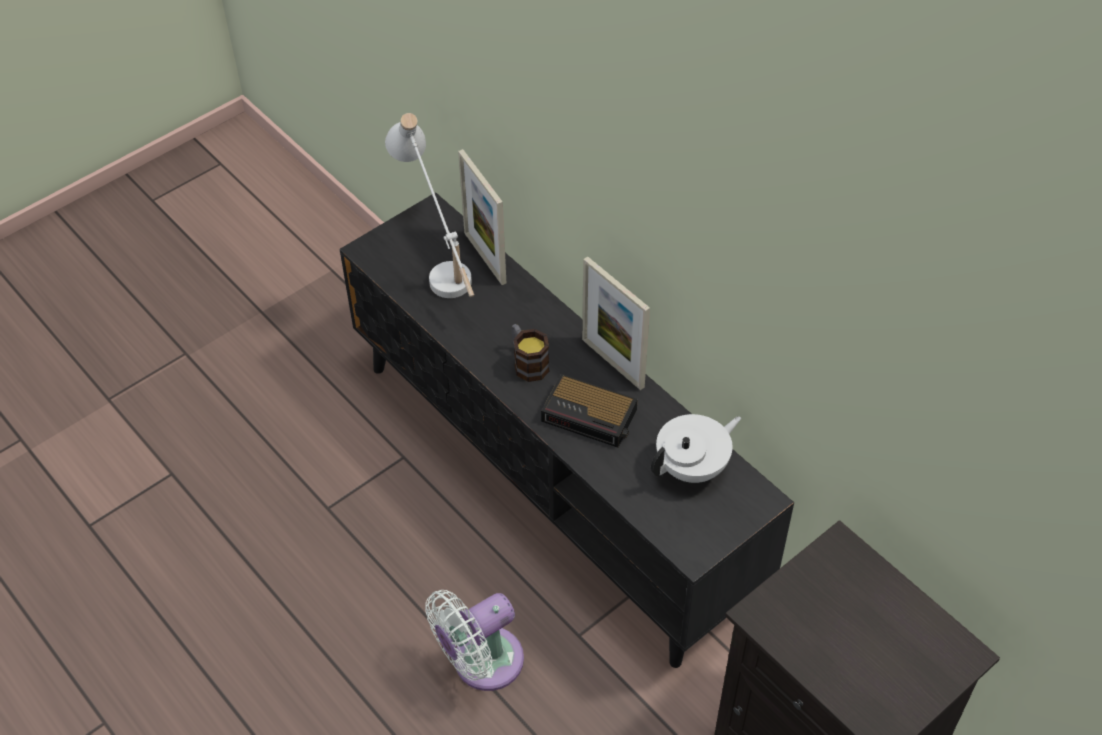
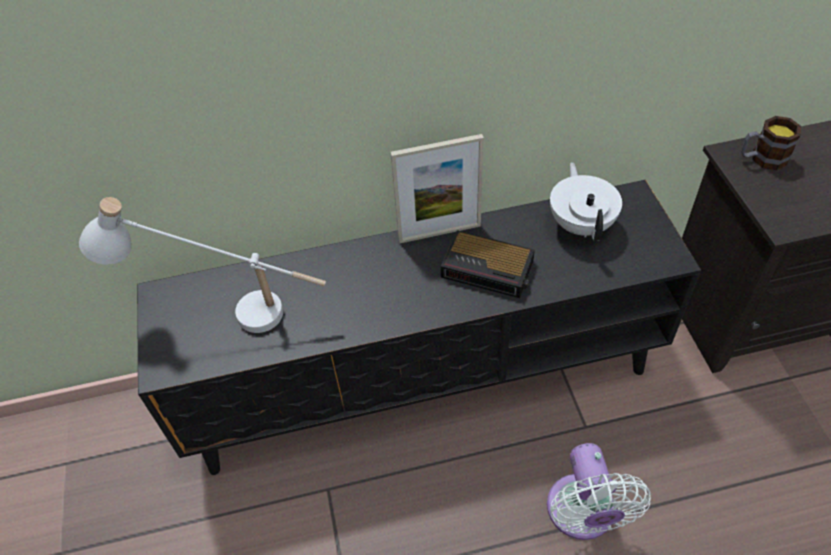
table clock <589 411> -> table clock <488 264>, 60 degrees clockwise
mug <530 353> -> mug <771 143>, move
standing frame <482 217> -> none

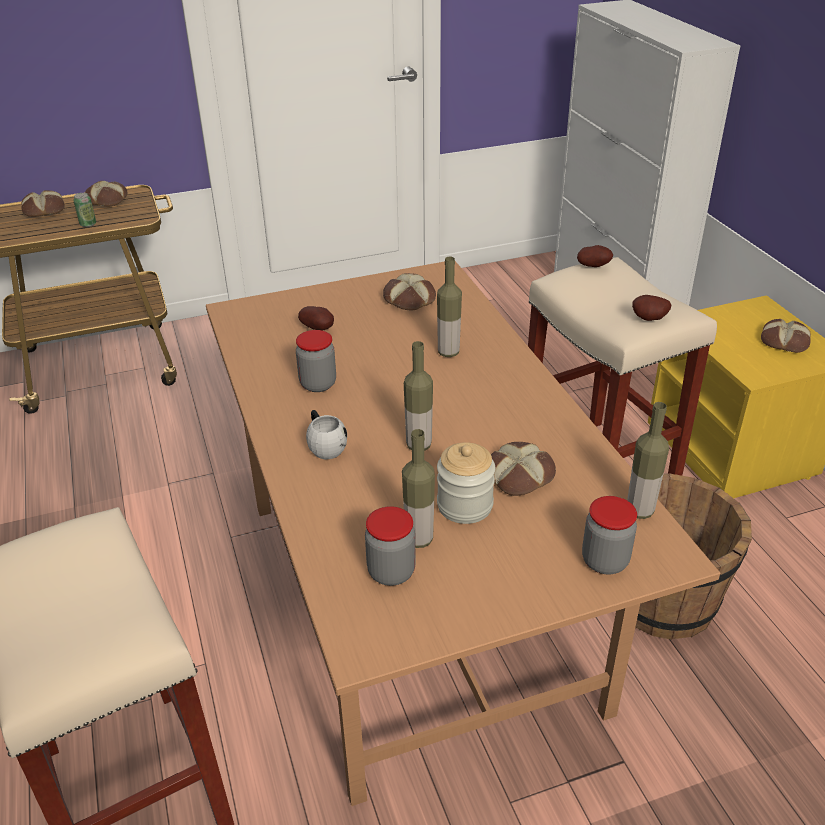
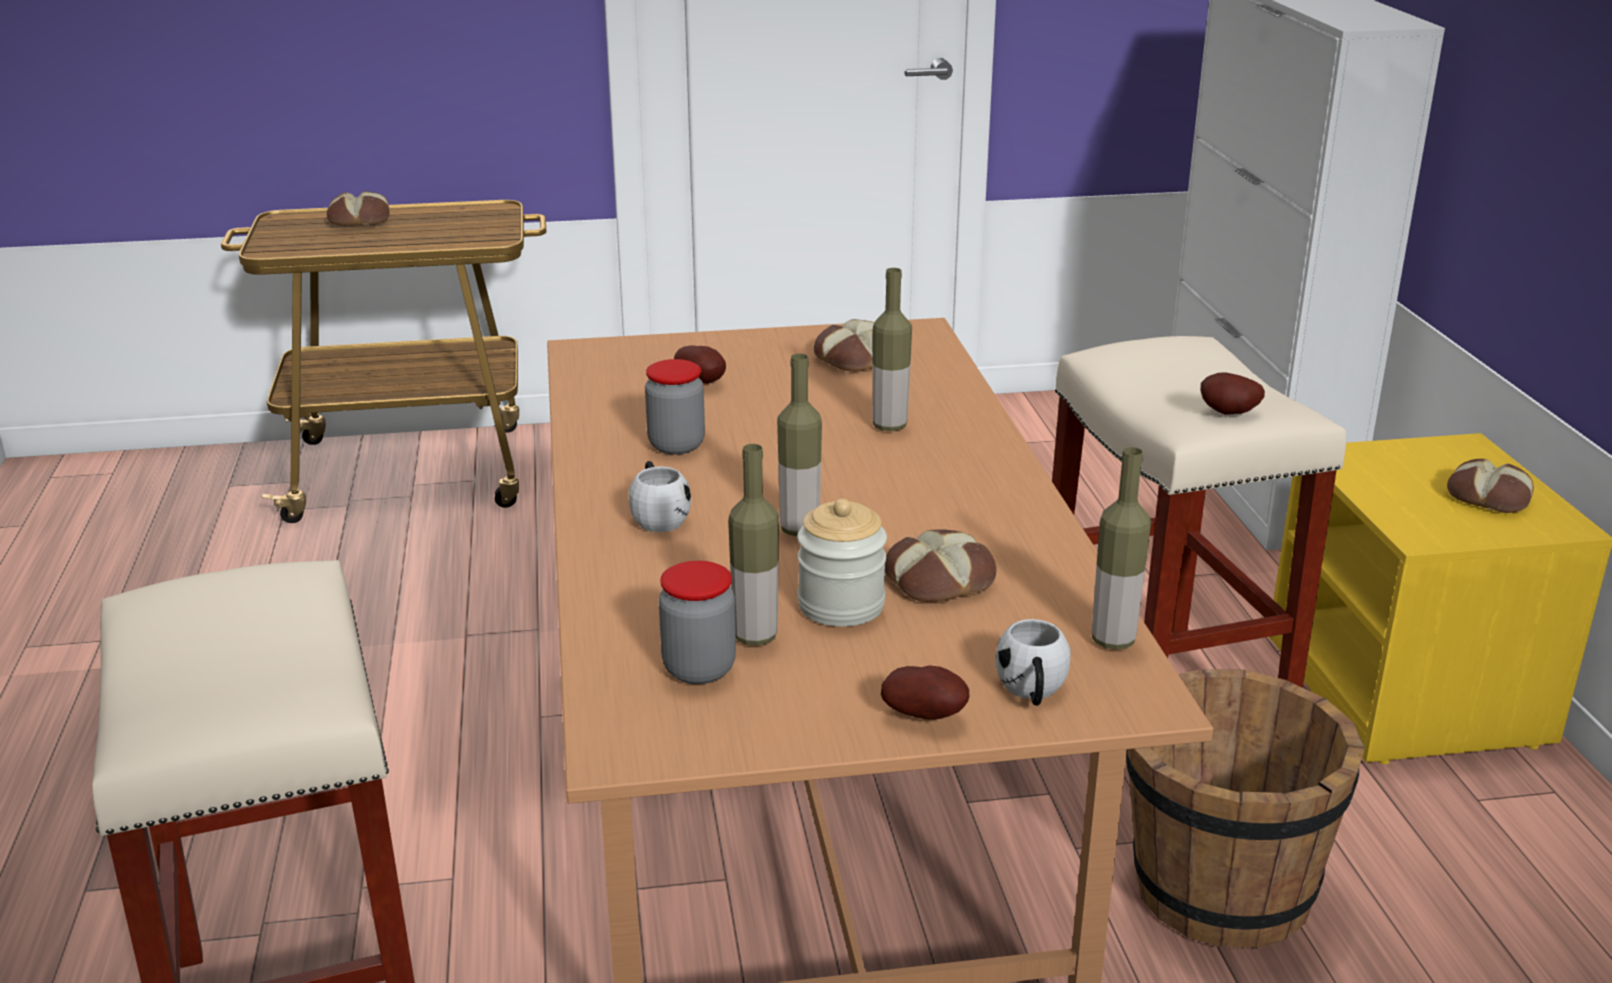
spud <595 256> -> spud <925 692>, move
preserve jar <609 535> -> white-coloured mug <1033 662>
can <84 210> -> none
bread <106 194> -> none

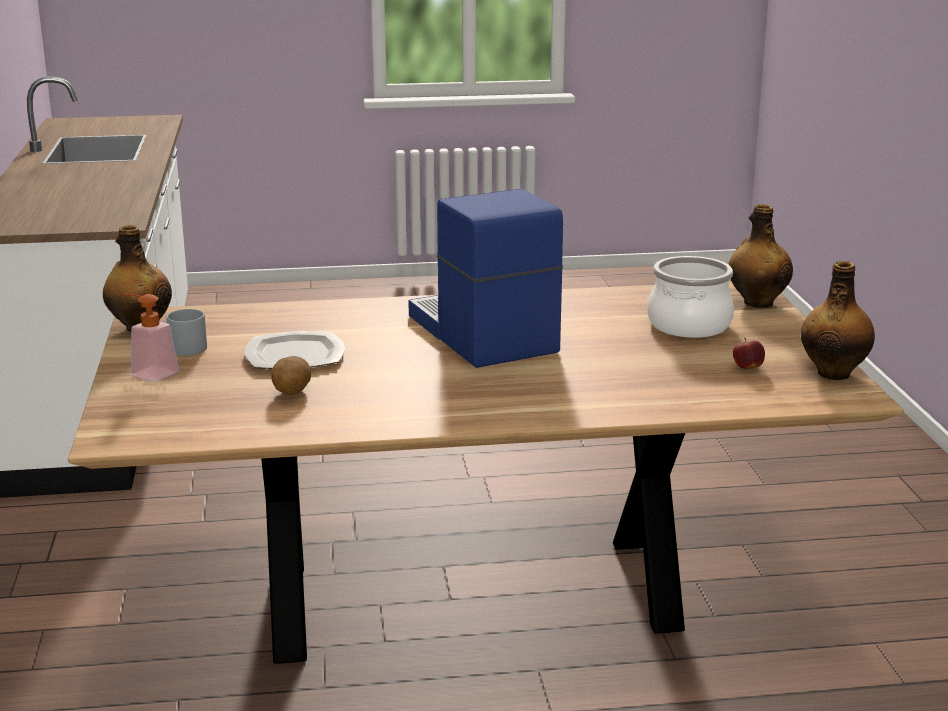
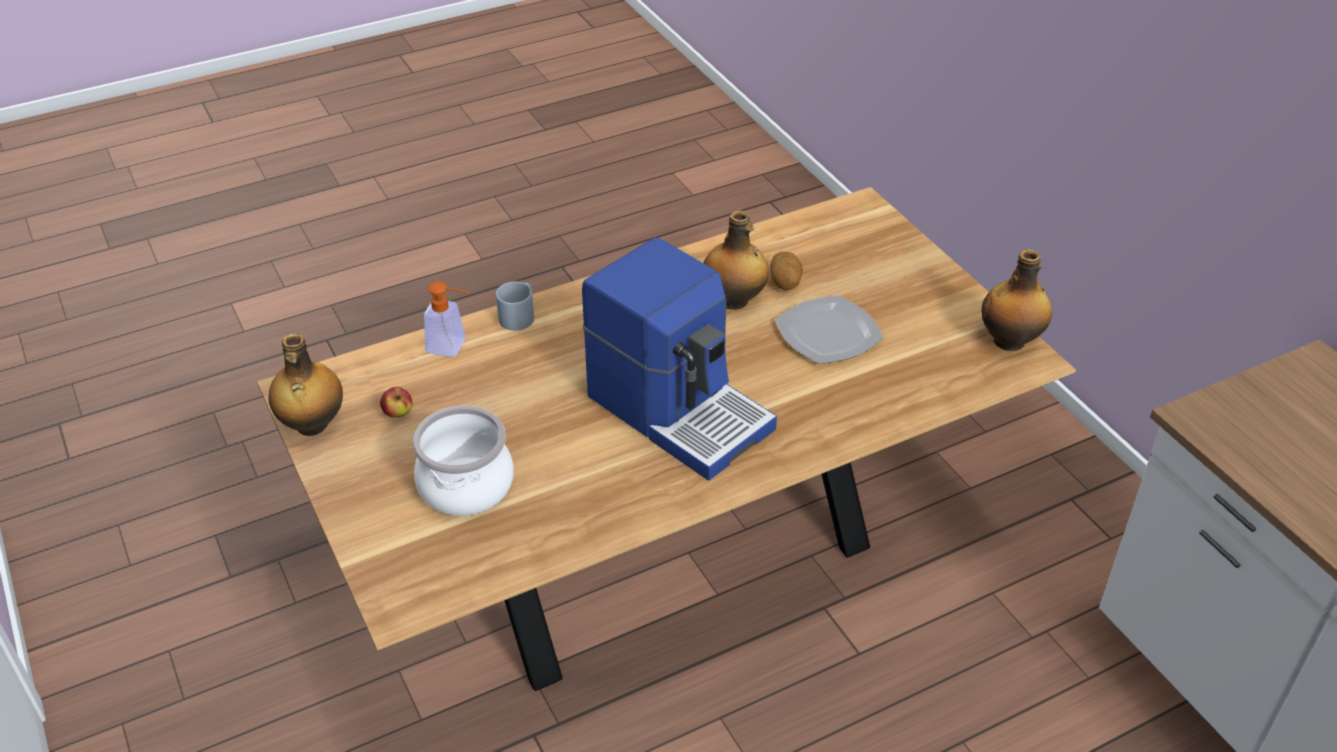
soap bottle <151 337> -> soap bottle <446 319>, move
greyish mug <186 332> -> greyish mug <515 306>, move
beverage bottle <760 256> -> beverage bottle <736 260>, move

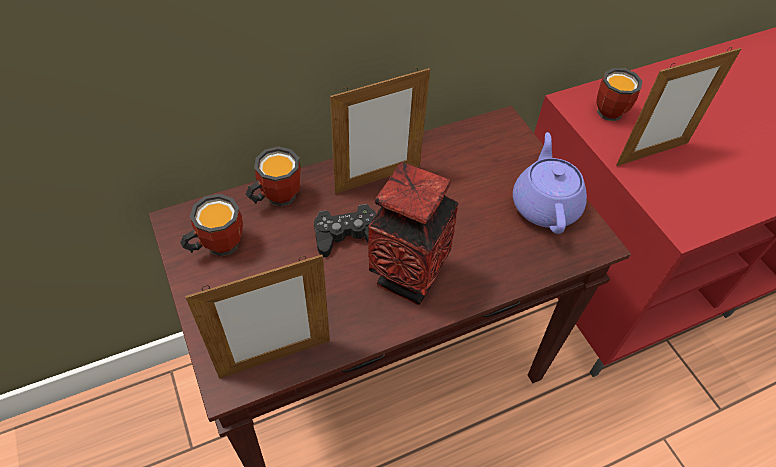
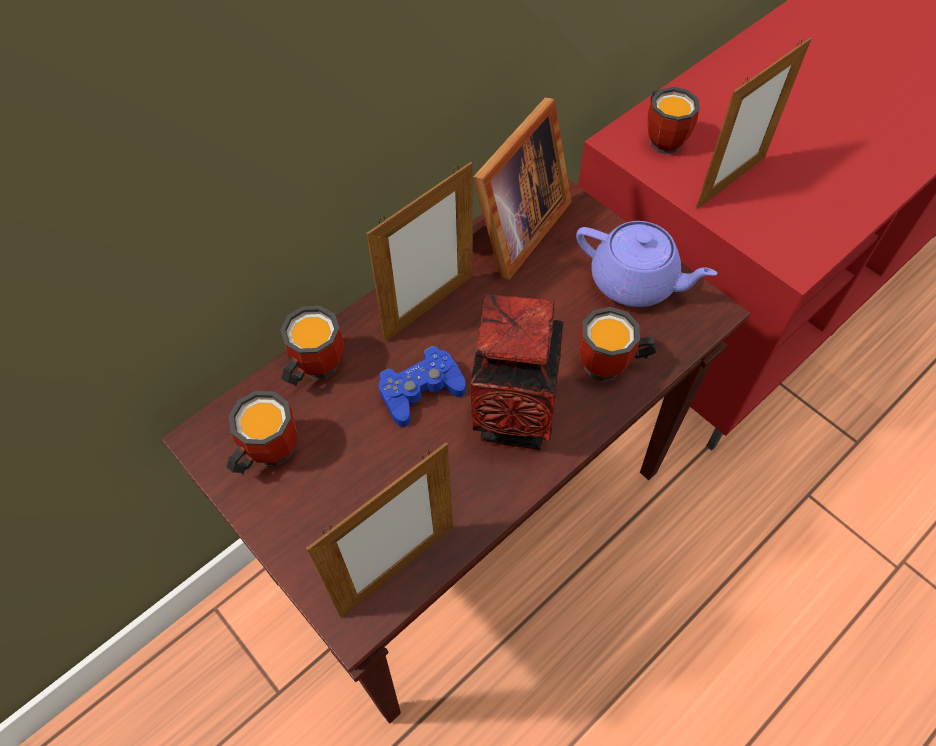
black-coloured game controller <345 230> -> blue game controller <422 386>
none -> standing frame <522 188>
purple-coloured pot for tea <550 183> -> purple-coloured pot for tea <646 264>, 135 degrees clockwise
none -> mug <618 344>

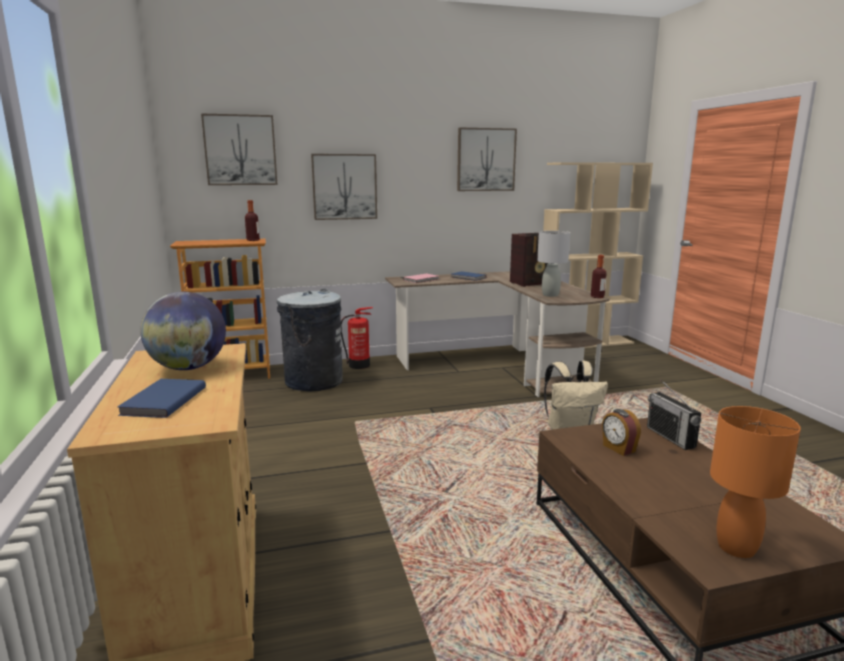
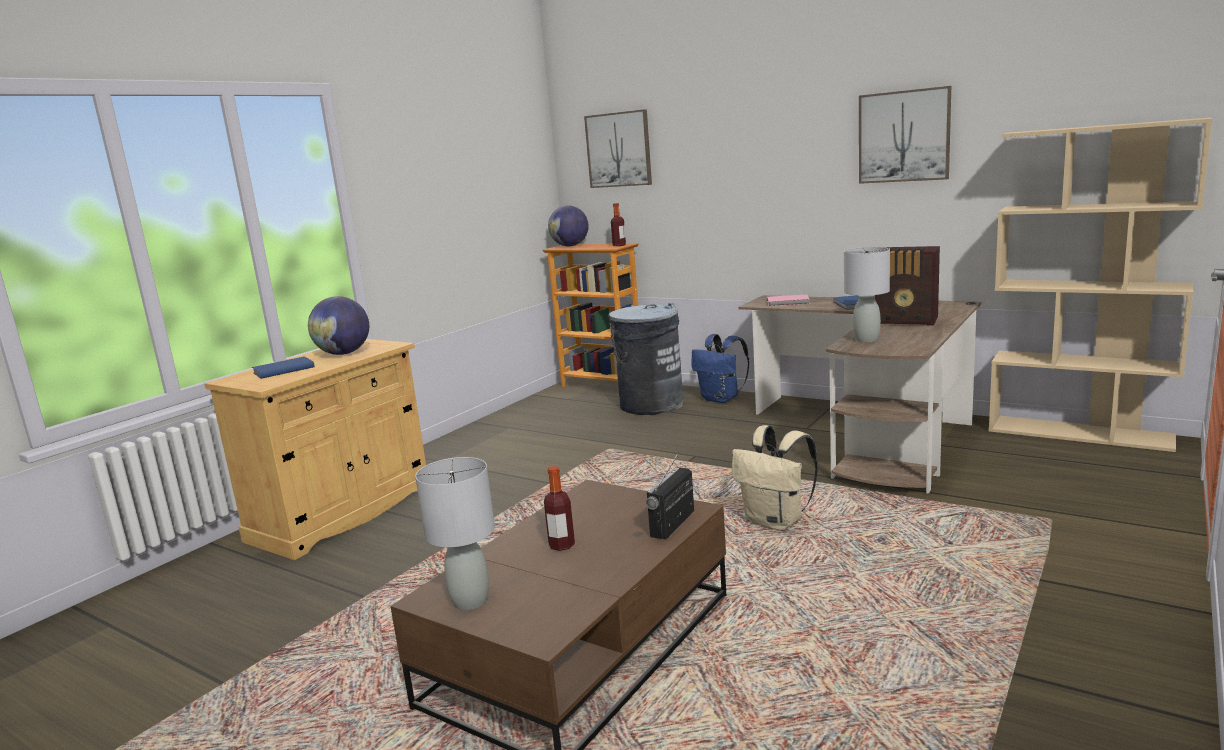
orange tabletop lamp <755 482> -> greyish tabletop lamp <455 533>
beverage bottle <599 276> -> beverage bottle <559 508>, move
none -> world globe <568 225>
fire extinguisher <357 338> -> blue backpack <720 368>
picture <344 187> -> none
table clock <621 432> -> none

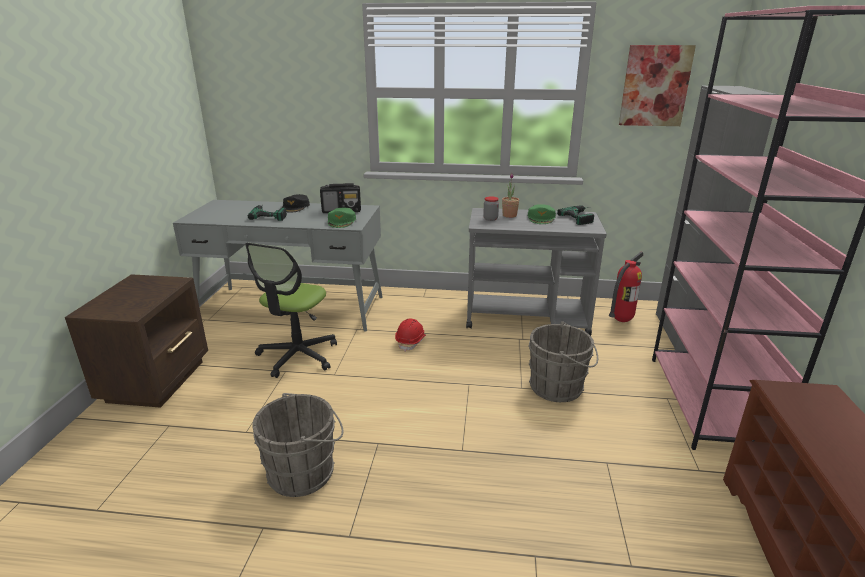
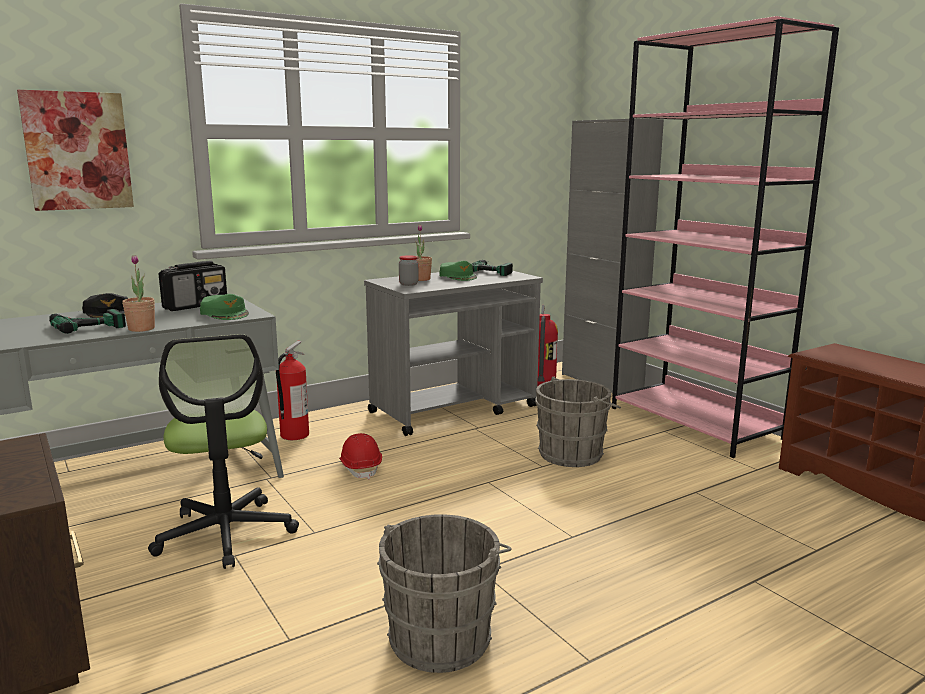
picture <657 85> -> picture <75 150>, move
none -> plant in a pot <138 293>
none -> fire extinguisher <292 390>

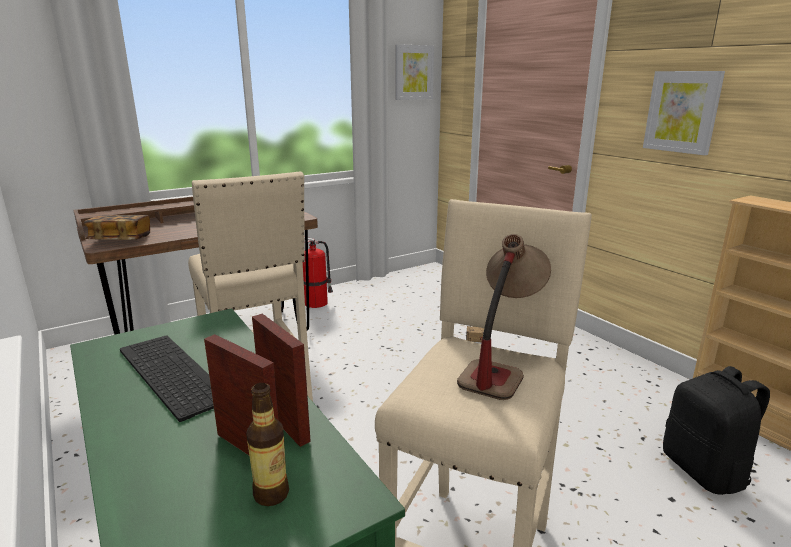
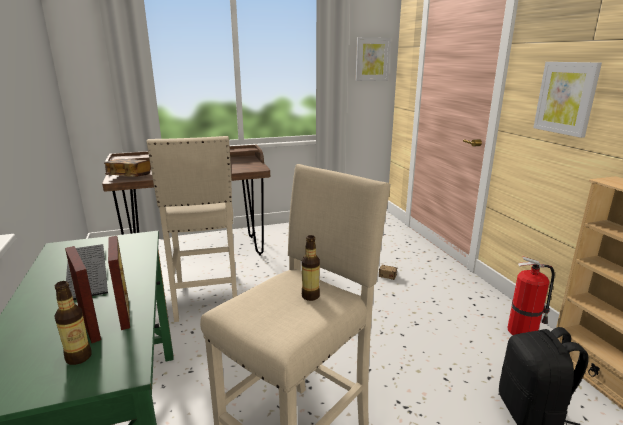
tabletop lamp <504 317> -> beverage bottle <310 268>
fire extinguisher <318 273> -> fire extinguisher <531 295>, move

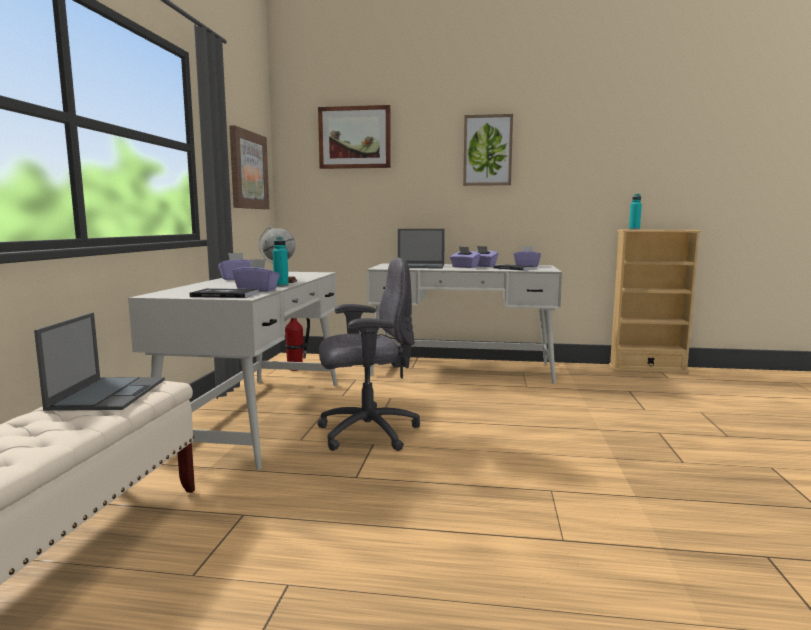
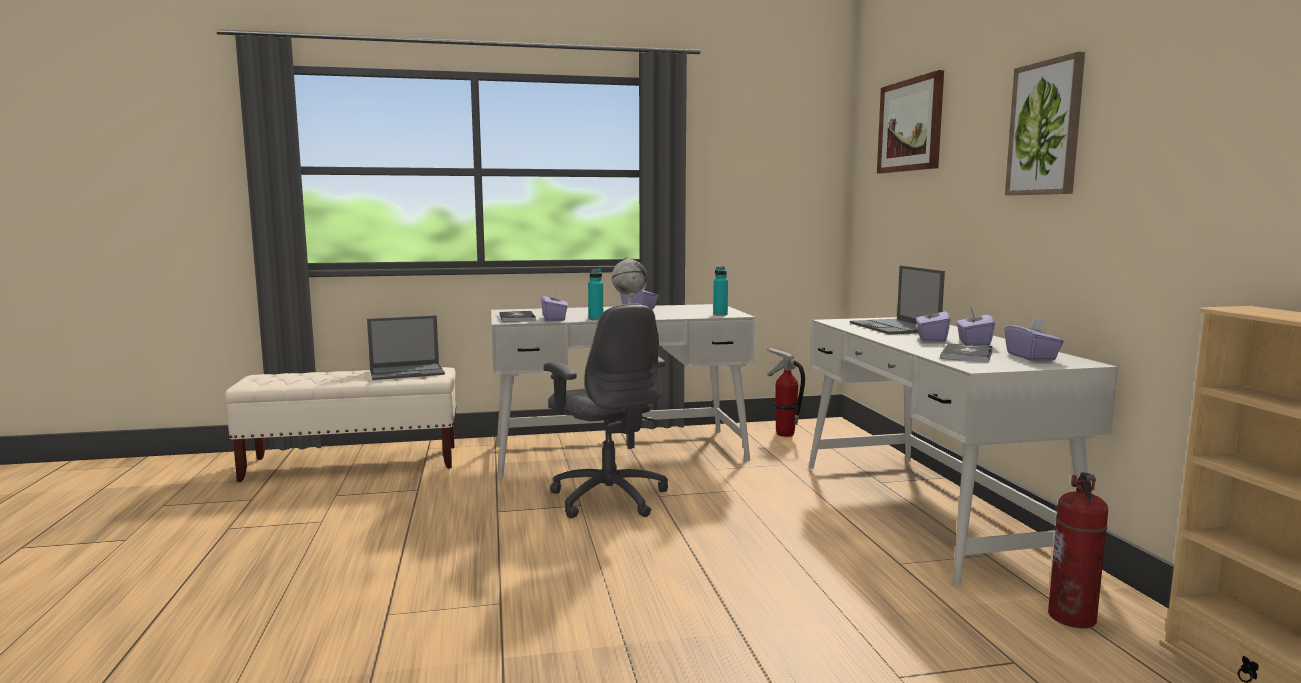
blue-green beverage bottle <635 212> -> blue-green beverage bottle <720 291>, move
none -> fire extinguisher <1078 550>
picture <249 167> -> none

